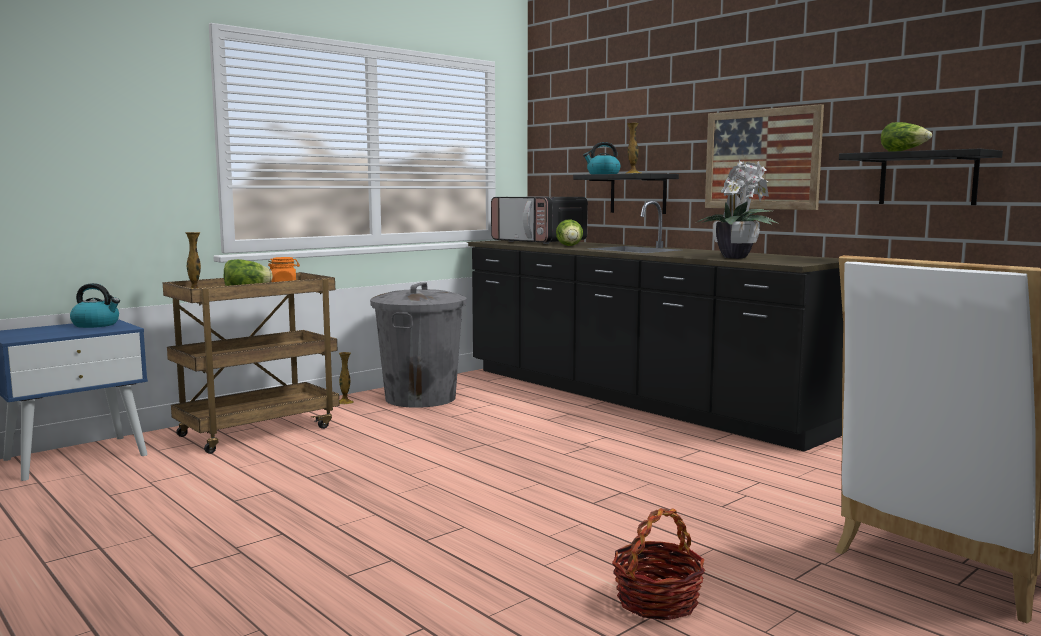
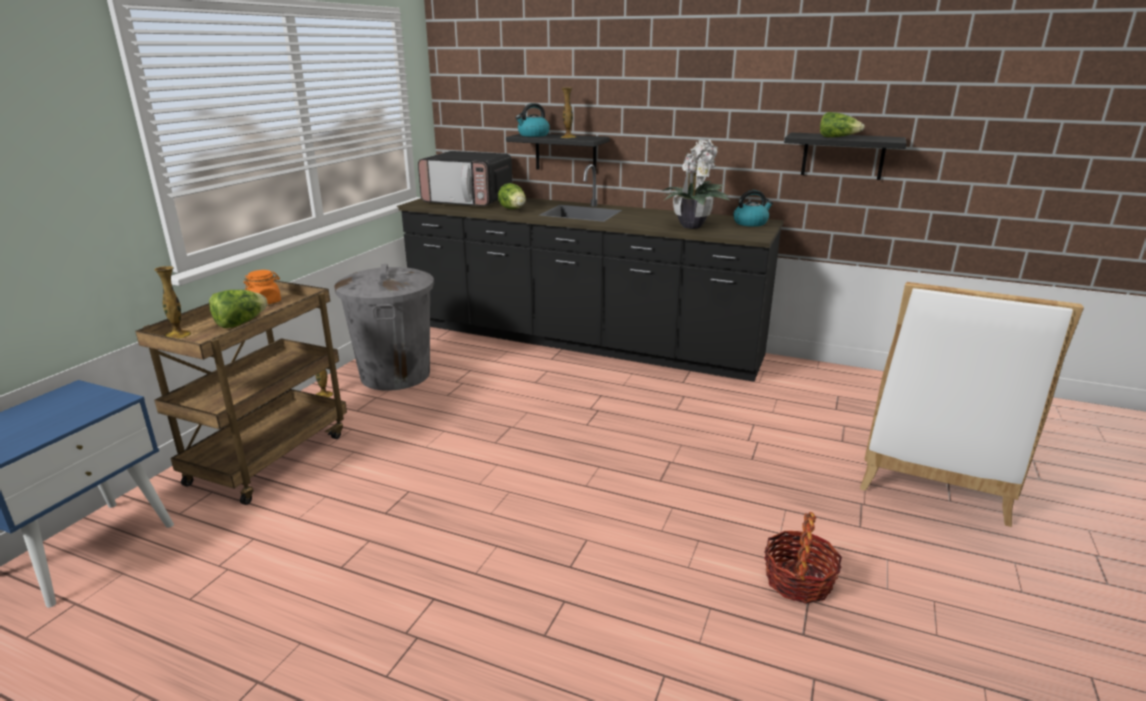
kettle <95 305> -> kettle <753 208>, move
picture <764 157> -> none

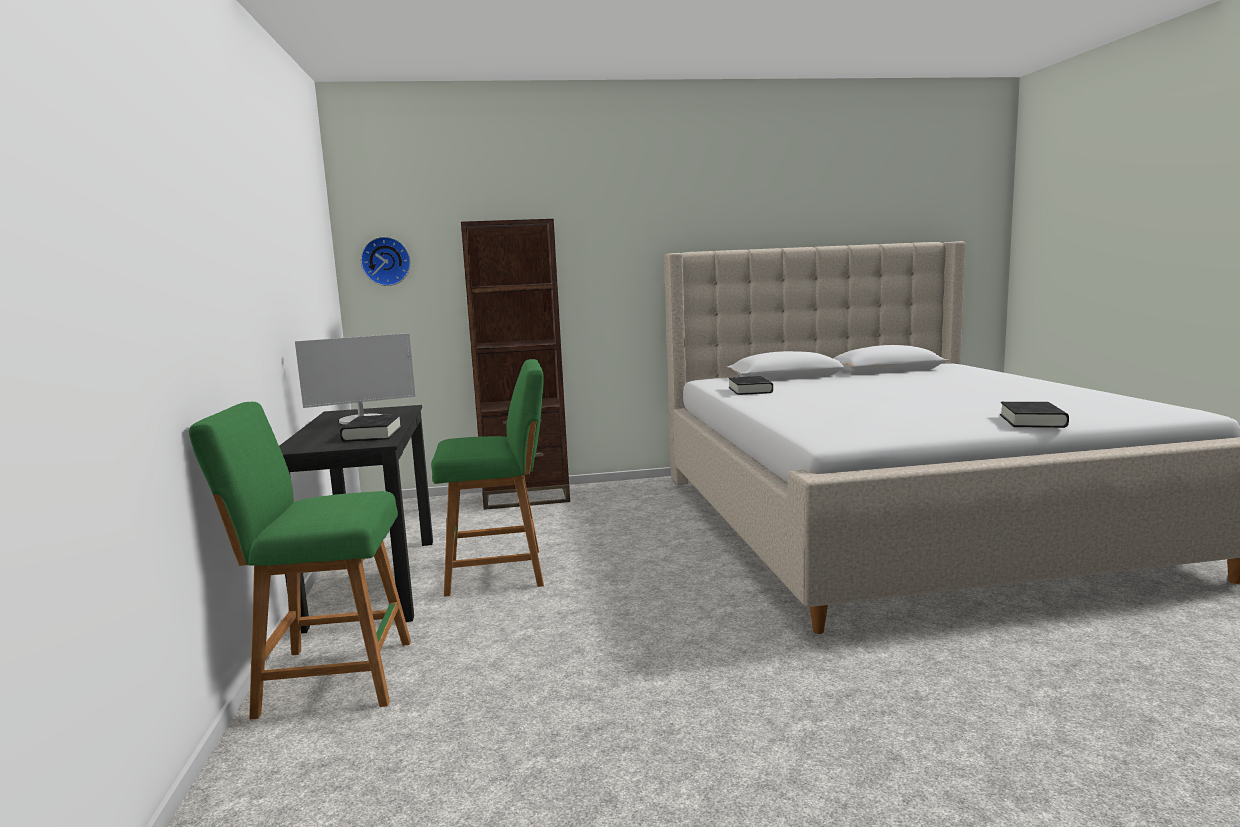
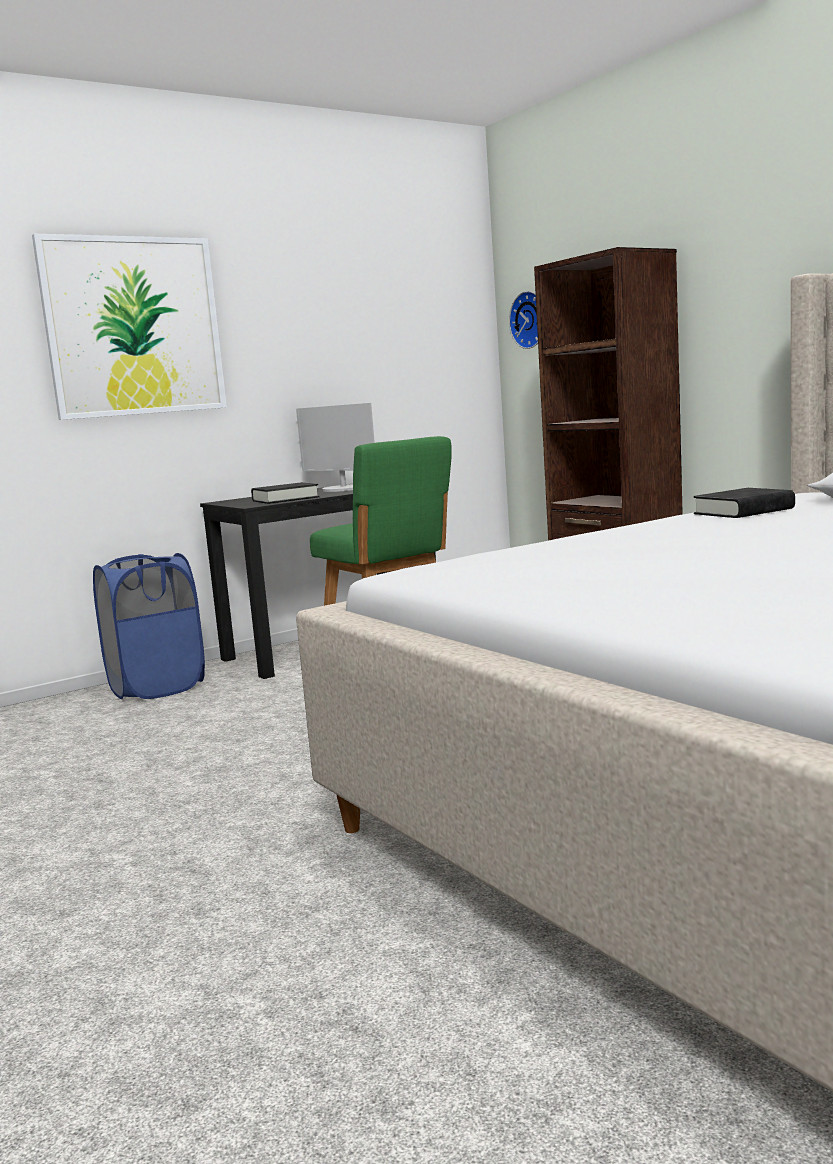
none -> picture <129 327>
green stool seat <300 560> -> blue washing basket <149 626>
black-coloured book <1034 415> -> none

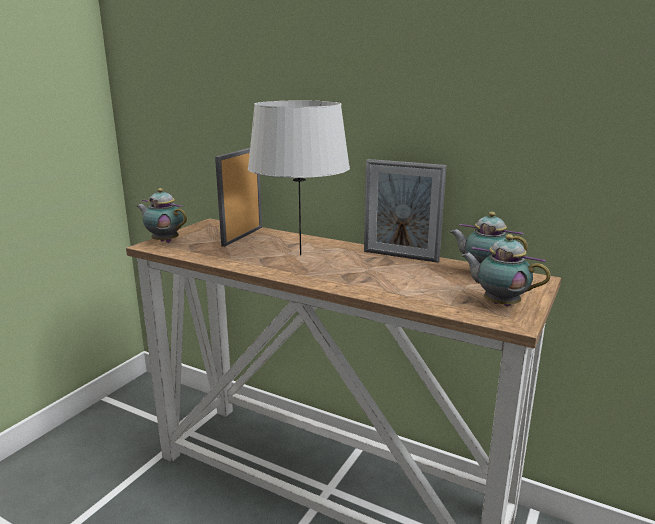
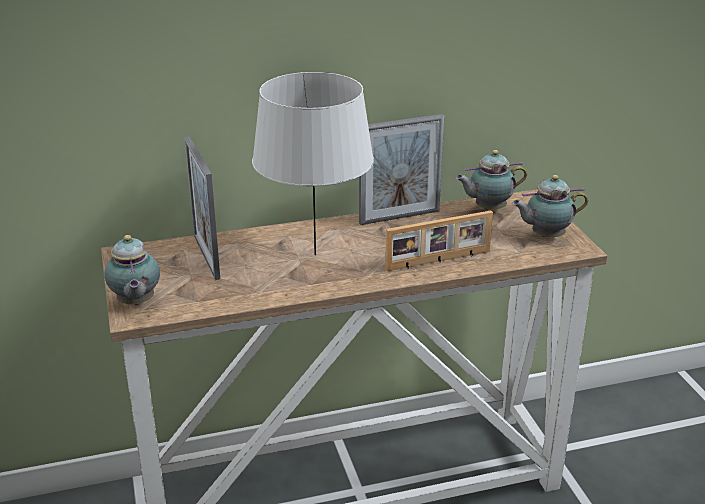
pot for tea <162 215> -> pot for tea <132 270>, 90 degrees counterclockwise
none -> standing frame <439 240>

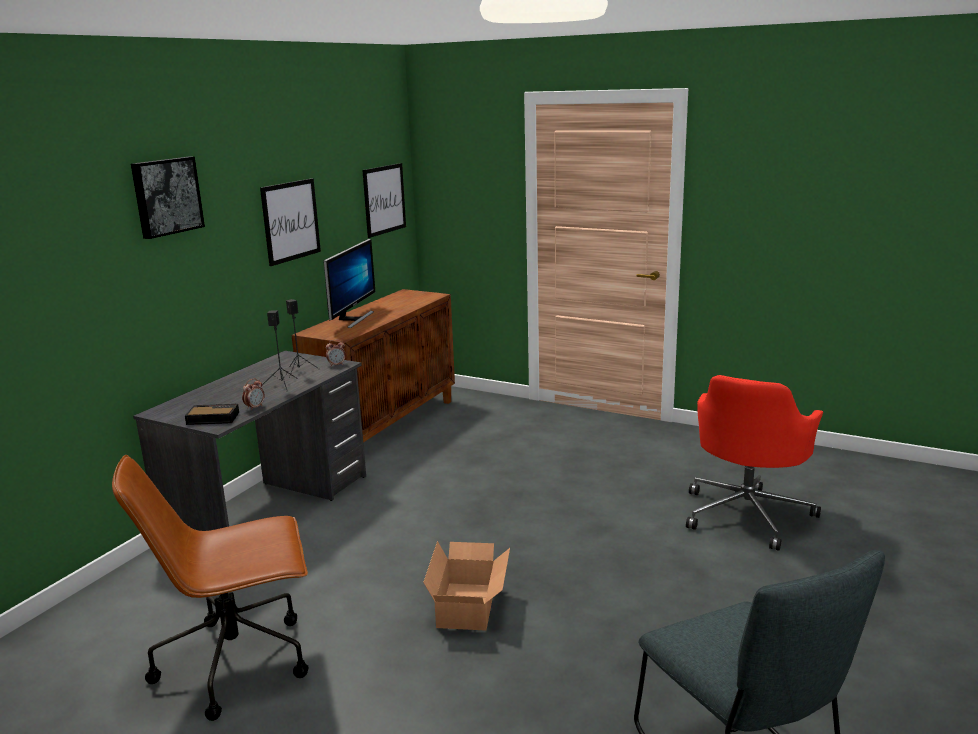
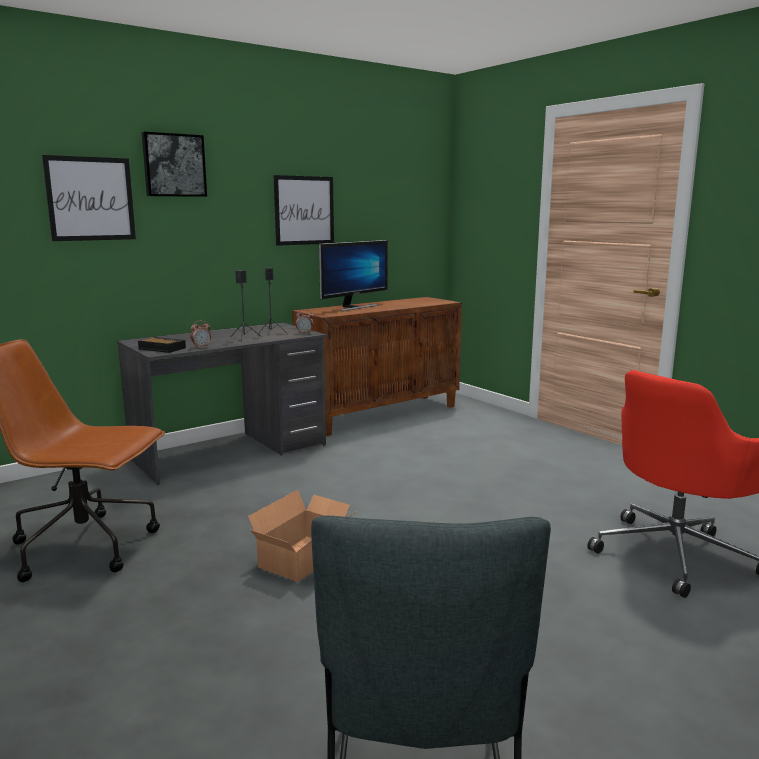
picture <384 200> -> picture <89 198>, move

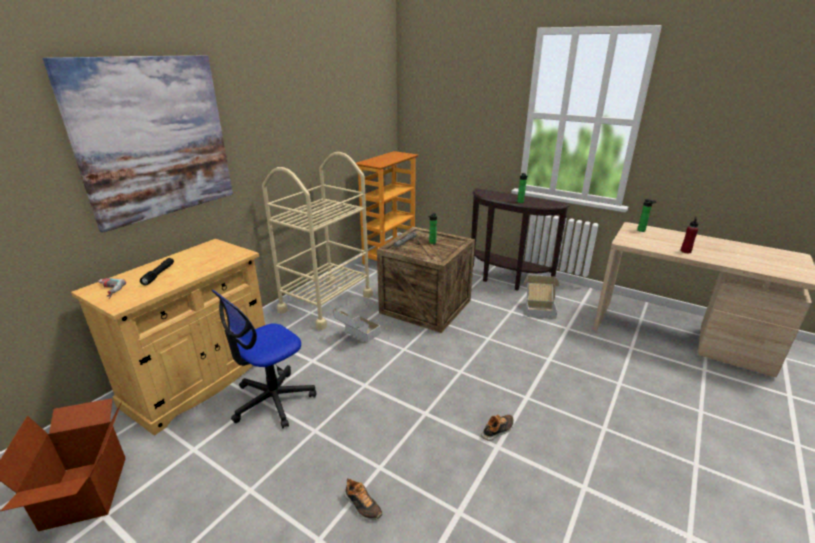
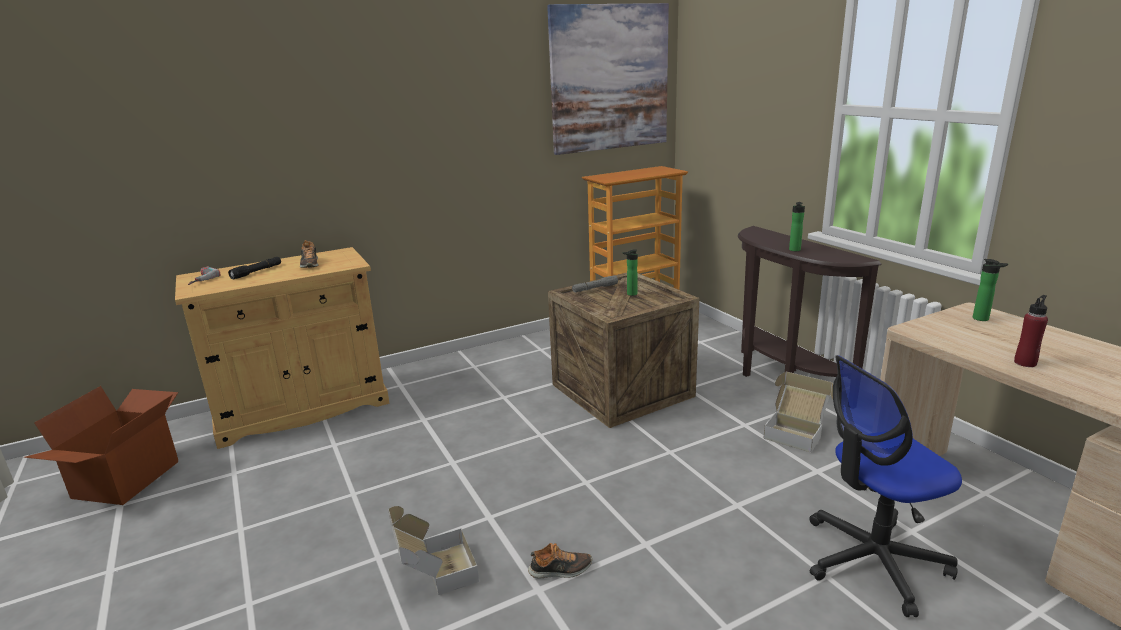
item of footwear <363 499> -> item of footwear <309 254>, move
carton <357 325> -> carton <433 550>, move
picture <138 144> -> picture <608 79>, move
desk chair <264 358> -> desk chair <885 486>, move
beige trolley <317 241> -> none

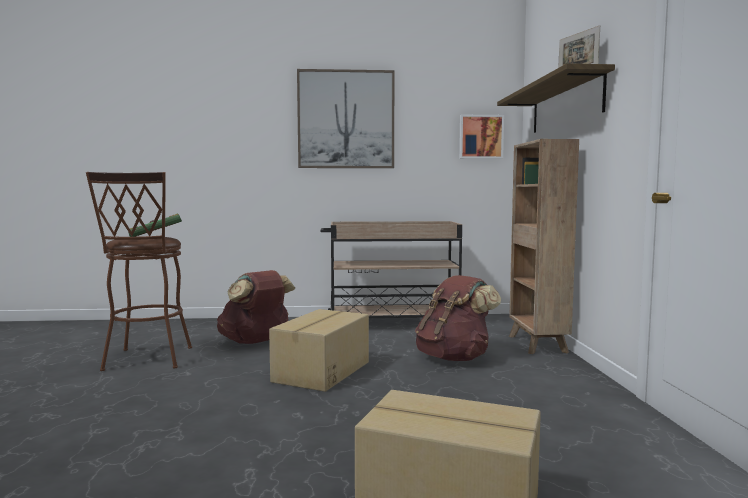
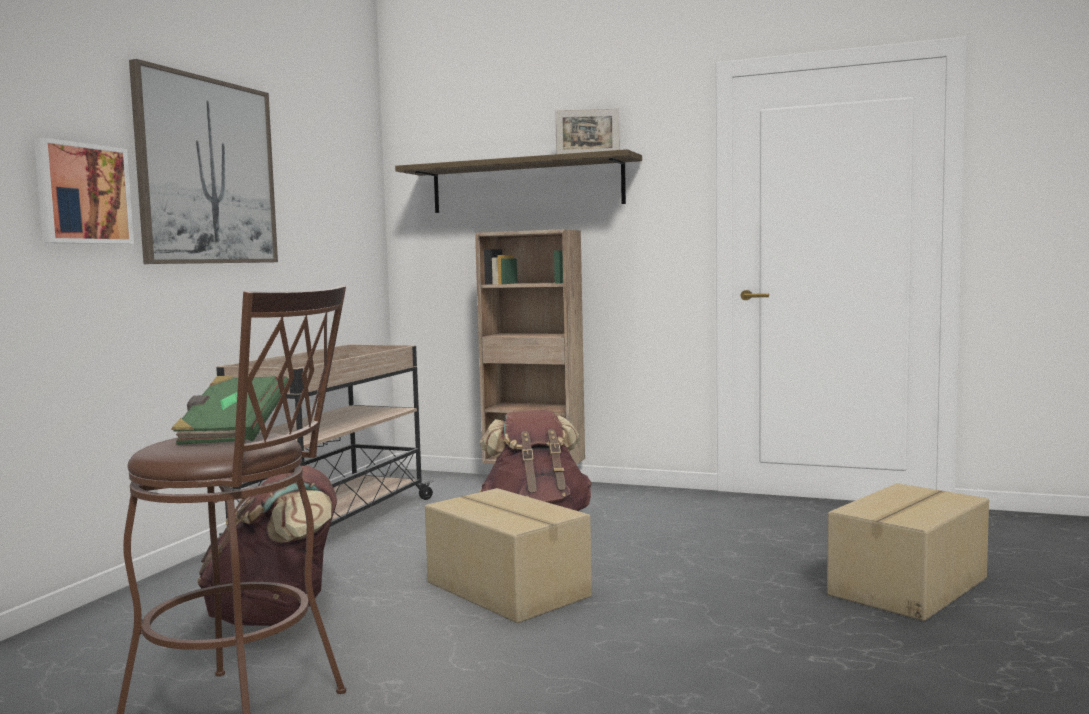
picture <481 137> -> picture <84 191>, move

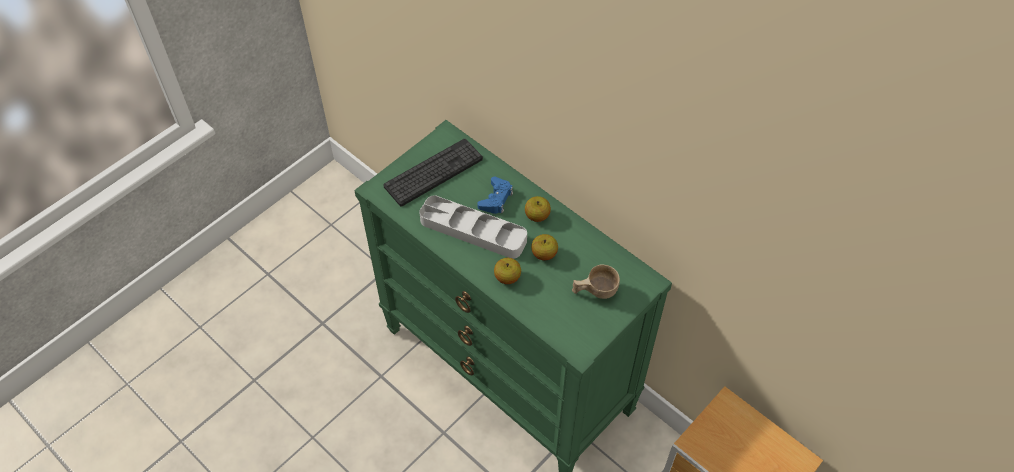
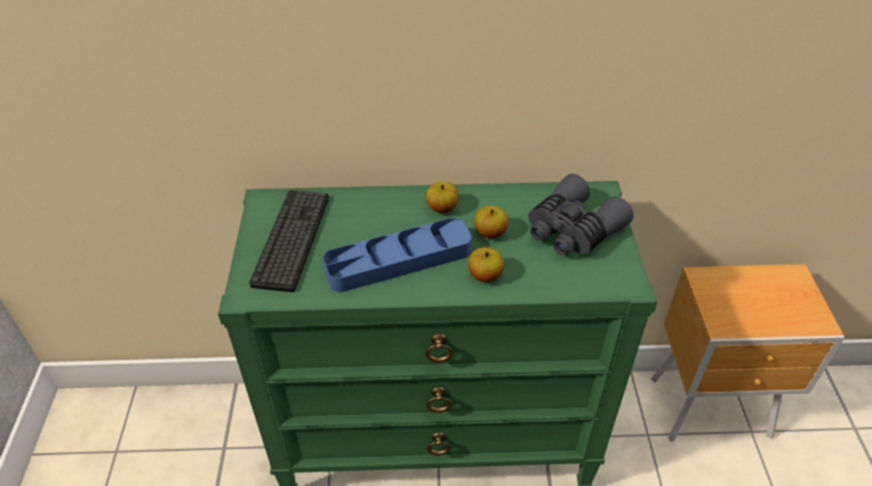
greyish serving tray <473 227> -> blue serving tray <397 255>
beige small cup <596 281> -> greyish binoculars <581 214>
blue game controller <495 195> -> none

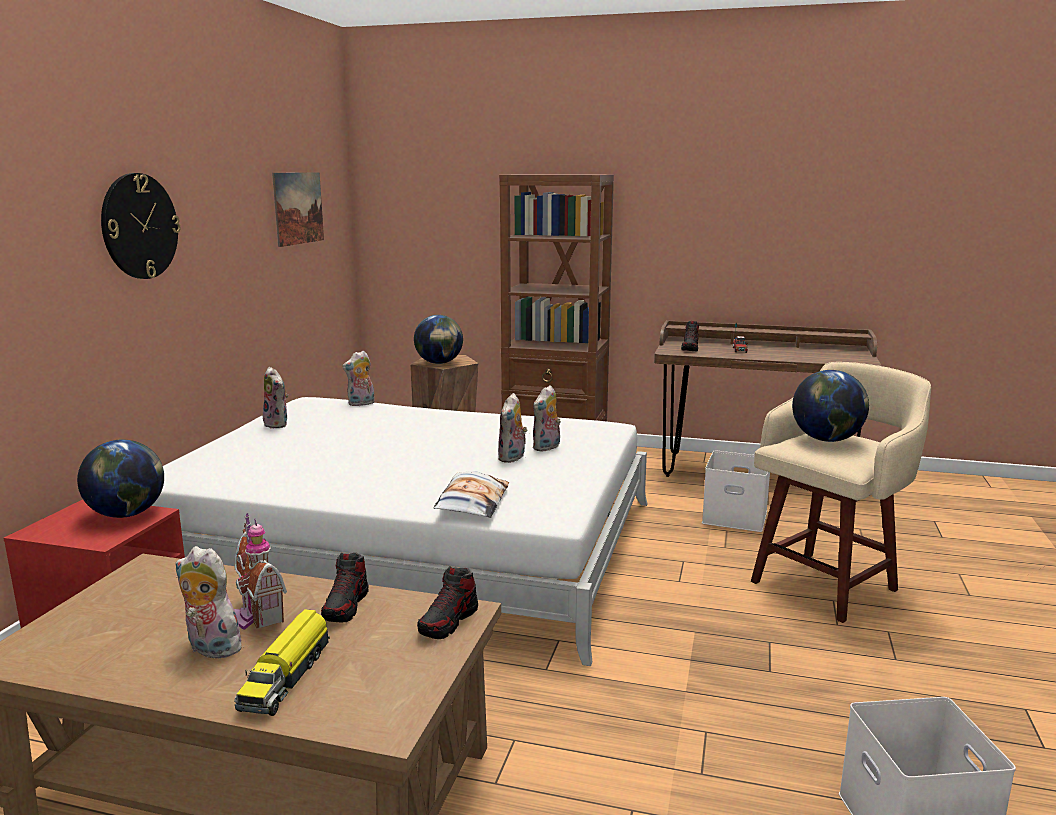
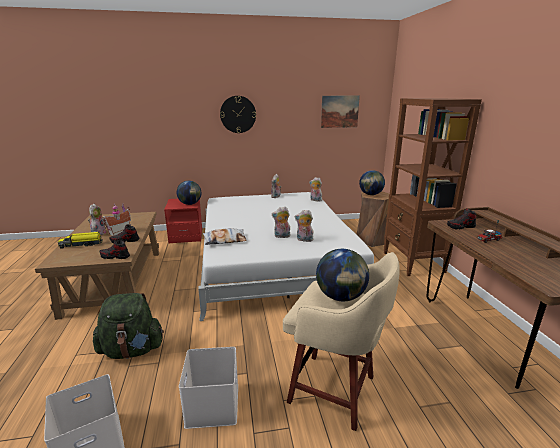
none -> green backpack <128 326>
white-coloured storage container <736 491> -> white-coloured storage container <208 388>, move

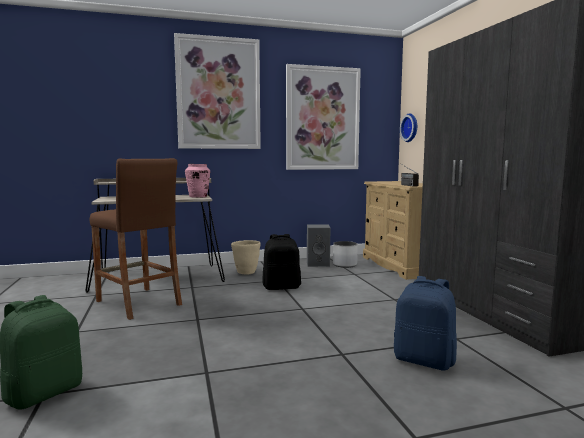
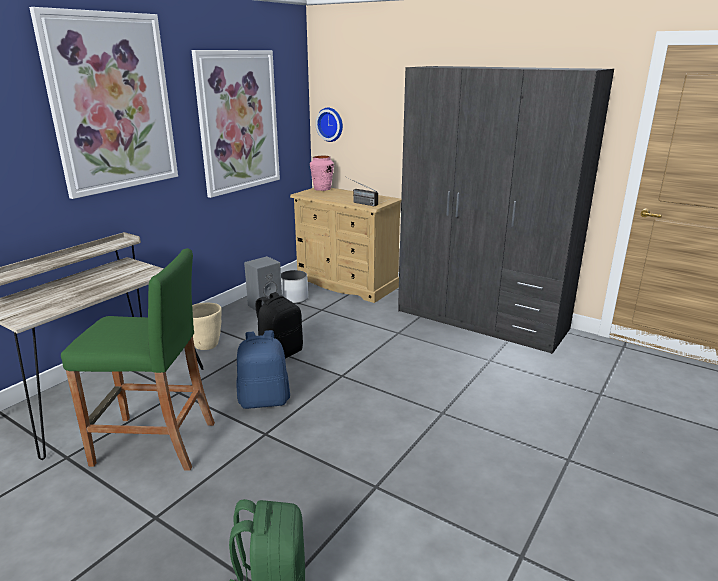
brown-coloured stool seat <136 239> -> green stool seat <138 359>
blue backpack <425 323> -> blue backpack <263 369>, move
pink decorative vase <197 181> -> pink decorative vase <322 173>, move

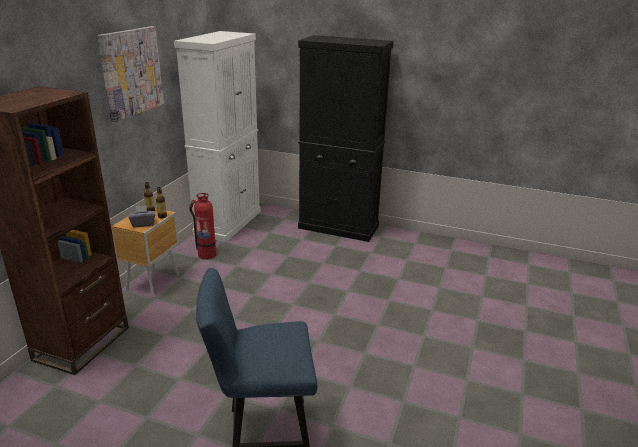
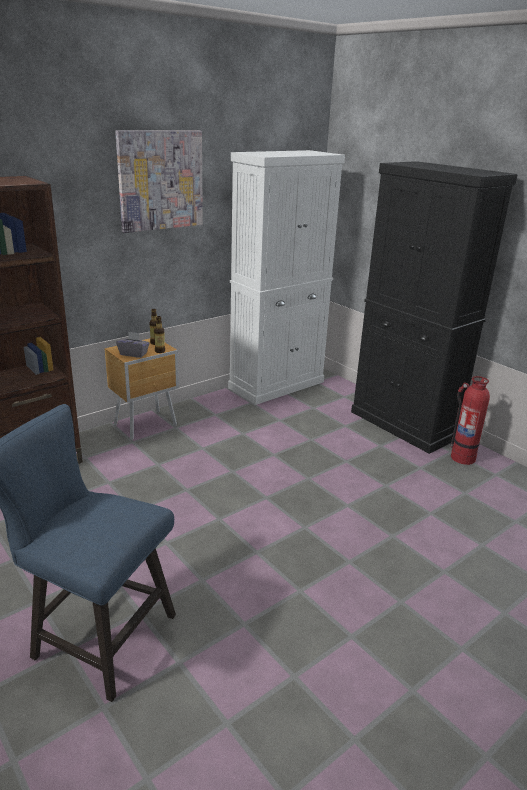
fire extinguisher <203 226> -> fire extinguisher <470 420>, move

